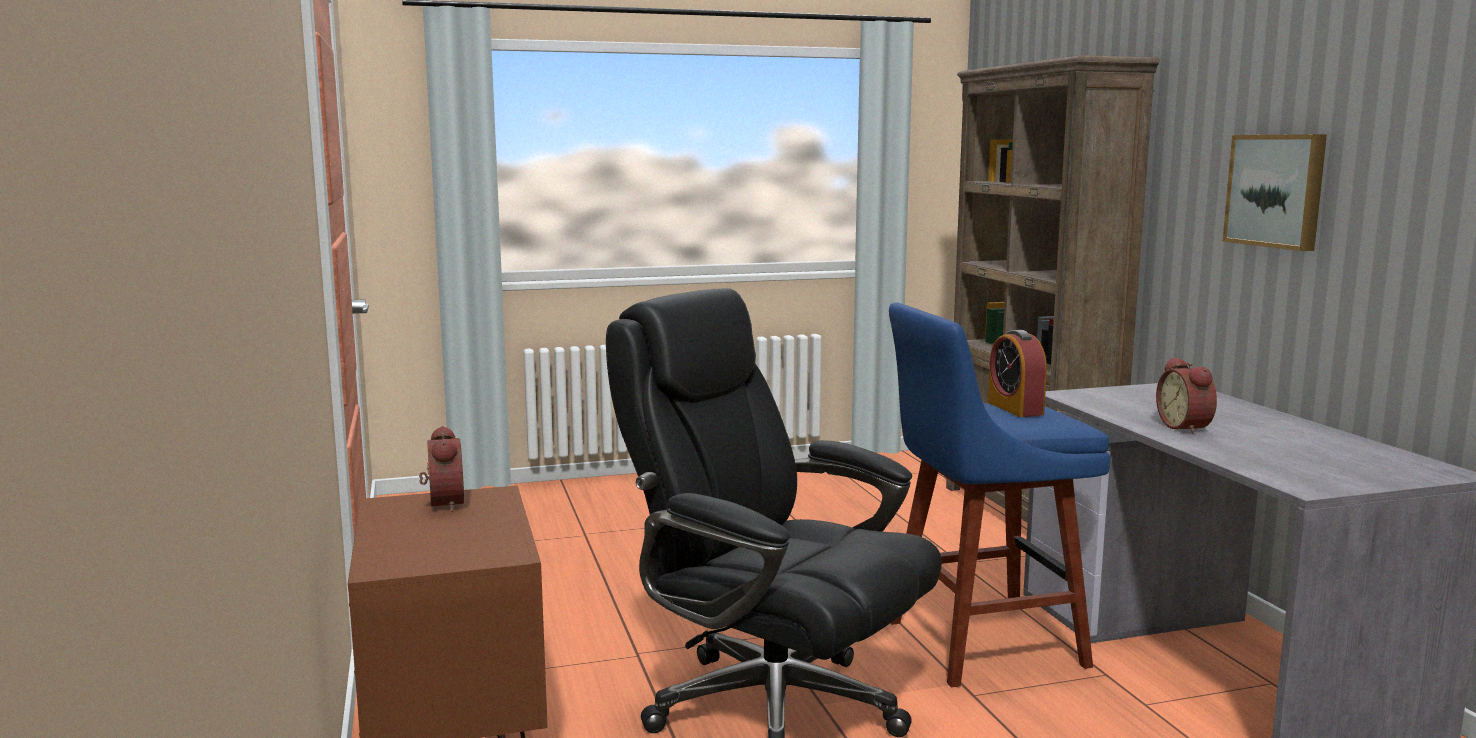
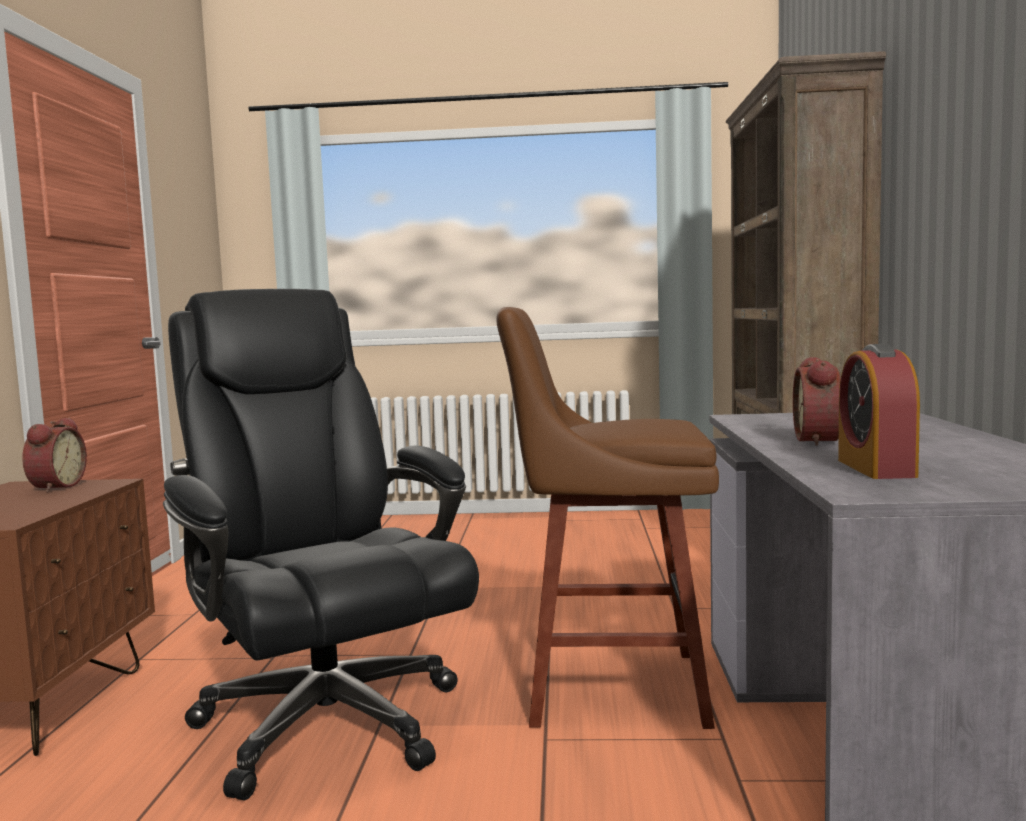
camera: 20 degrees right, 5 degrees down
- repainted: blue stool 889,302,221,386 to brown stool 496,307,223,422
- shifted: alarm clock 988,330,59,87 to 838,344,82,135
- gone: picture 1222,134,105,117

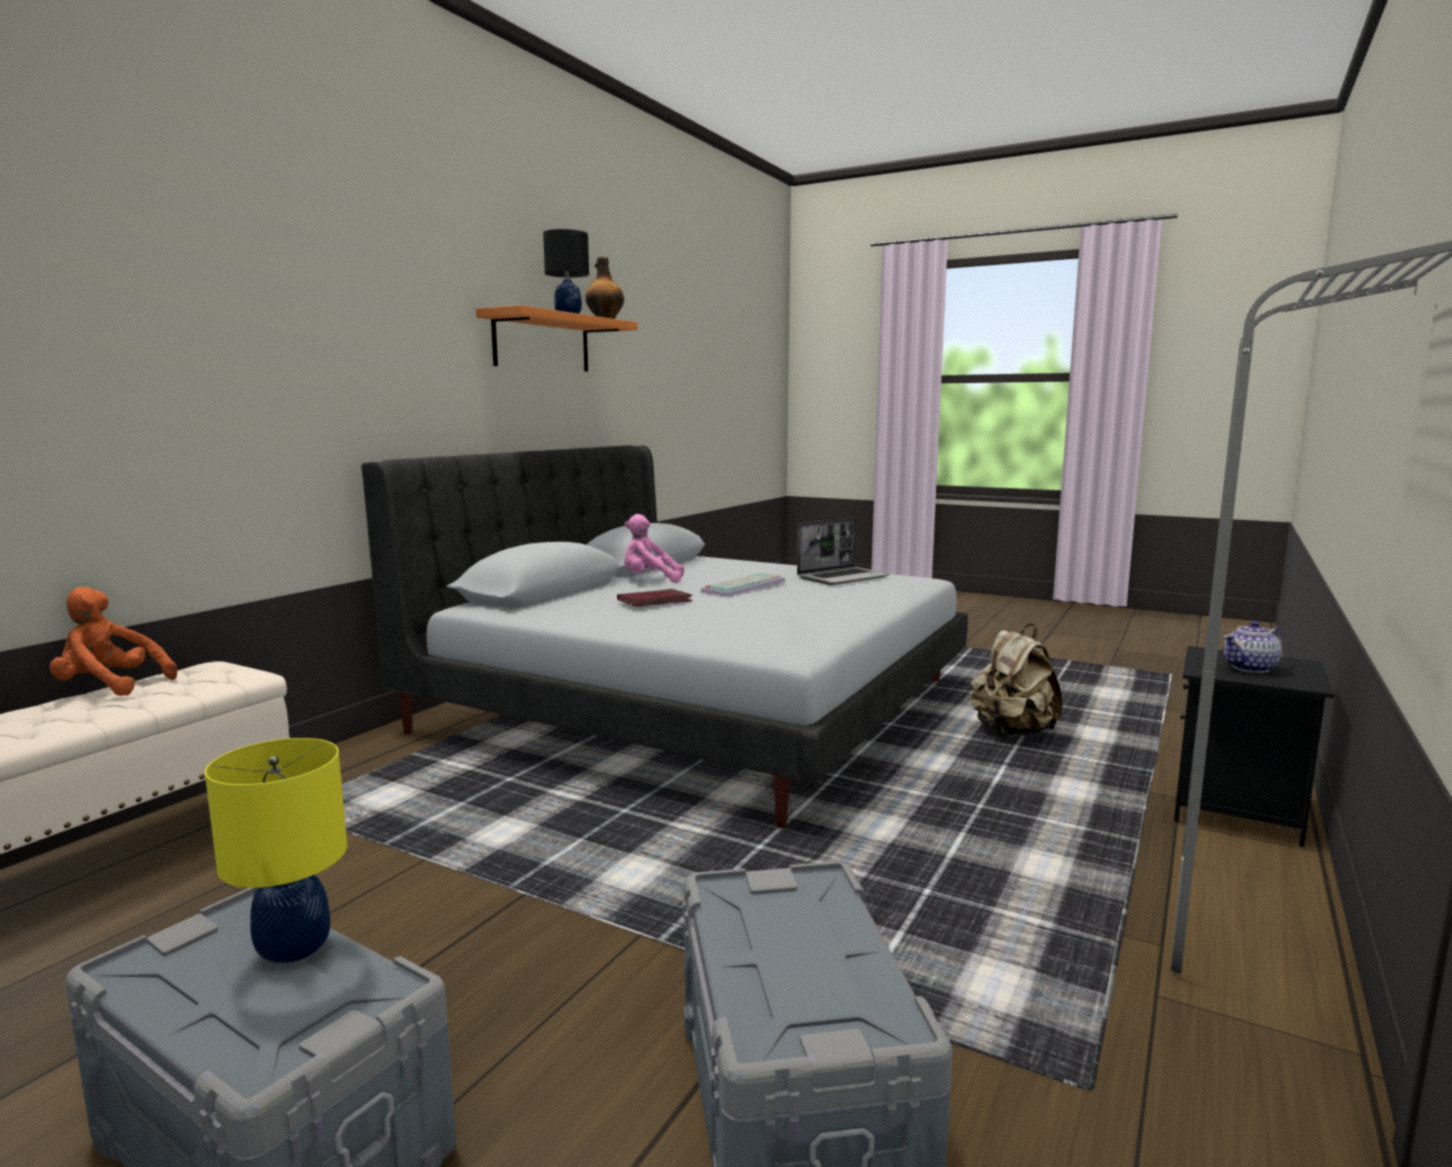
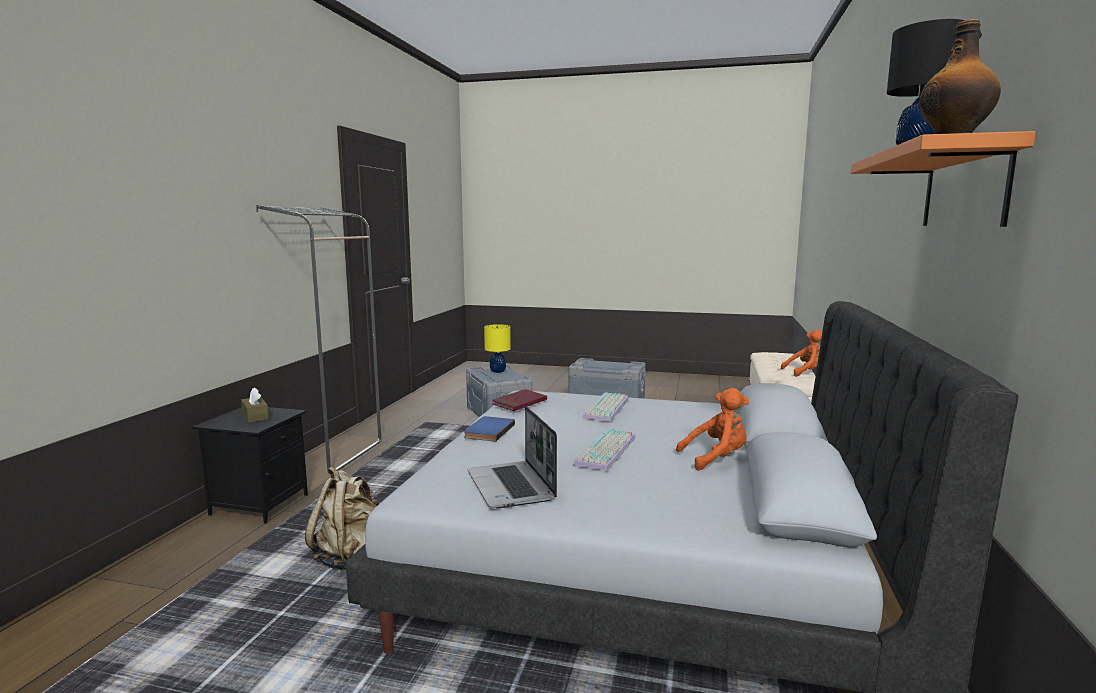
camera: 165 degrees right, 0 degrees up
- swapped: teapot 1223,621,60,52 to brown tissue box 241,387,28,36
- new: blue book 464,416,51,26
- rotated: laptop 797,518,93,67 = 468,406,89,102 60 degrees counterclockwise
- shifted: yellow table lamp 205,738,142,225 to 484,324,27,49
- shifted: red book 617,589,76,18 to 492,389,55,22
- new: keyboard 582,392,47,29
- repainted: pink plush toy 624,514,60,69 to orange plush toy 676,388,73,83

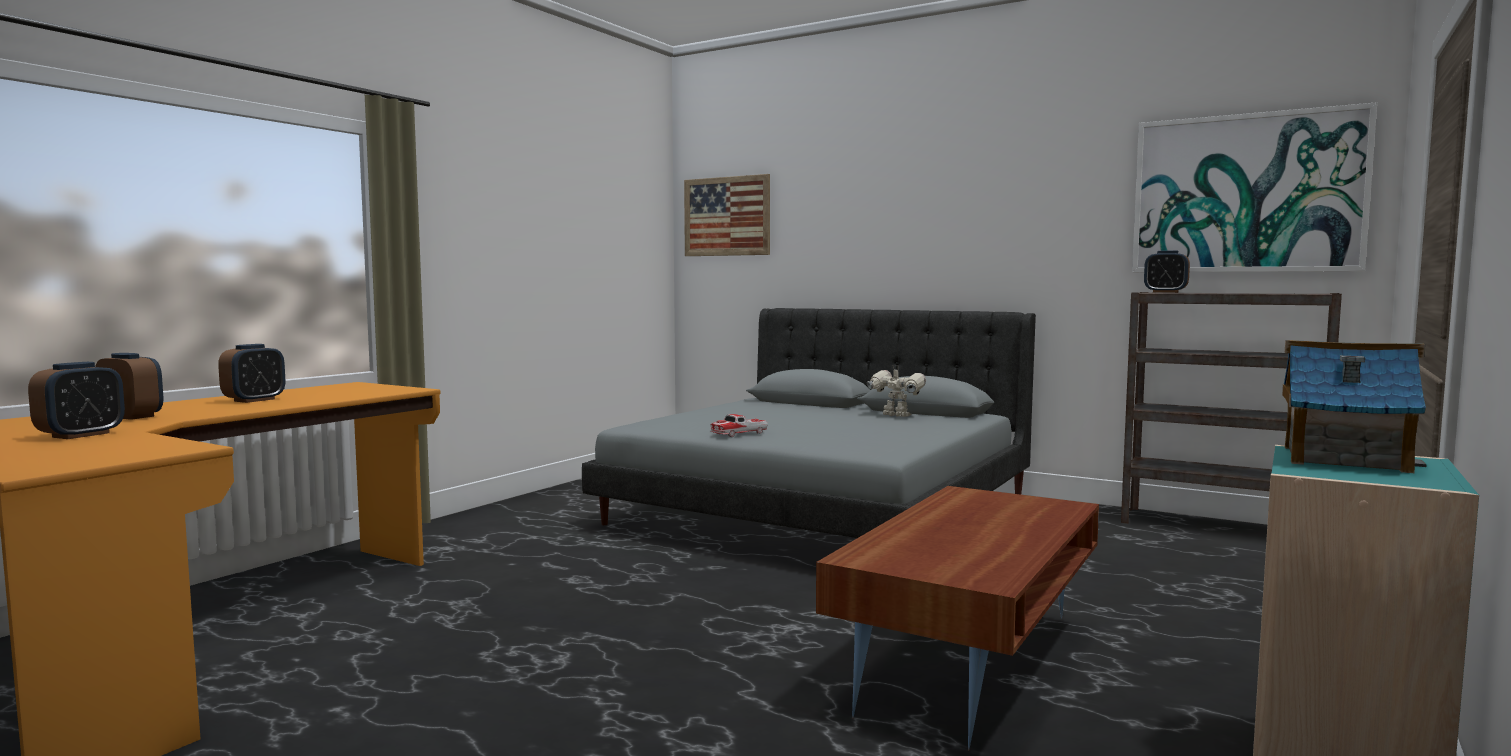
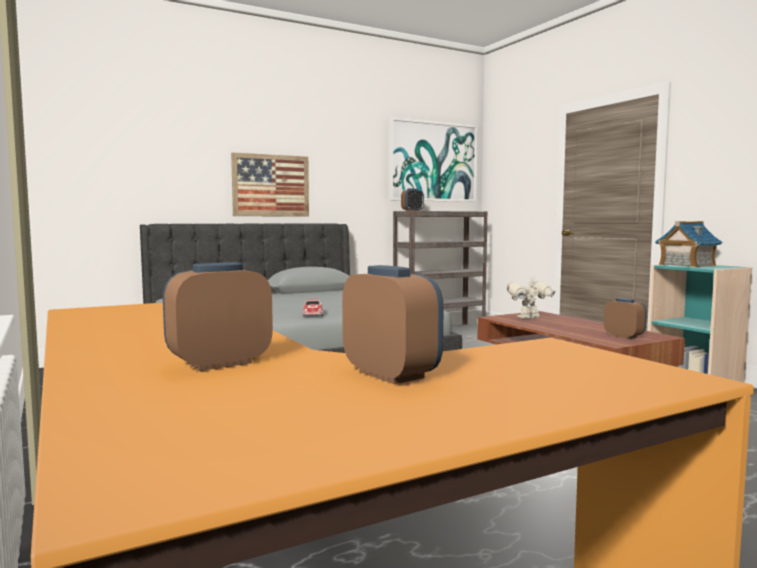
camera: 60 degrees left, 0 degrees up
- shifted: picture 684,174,86,82 to 231,152,78,65
- shifted: toy robot 867,366,59,51 to 507,276,48,43
- shifted: alarm clock 218,344,67,59 to 604,298,43,41

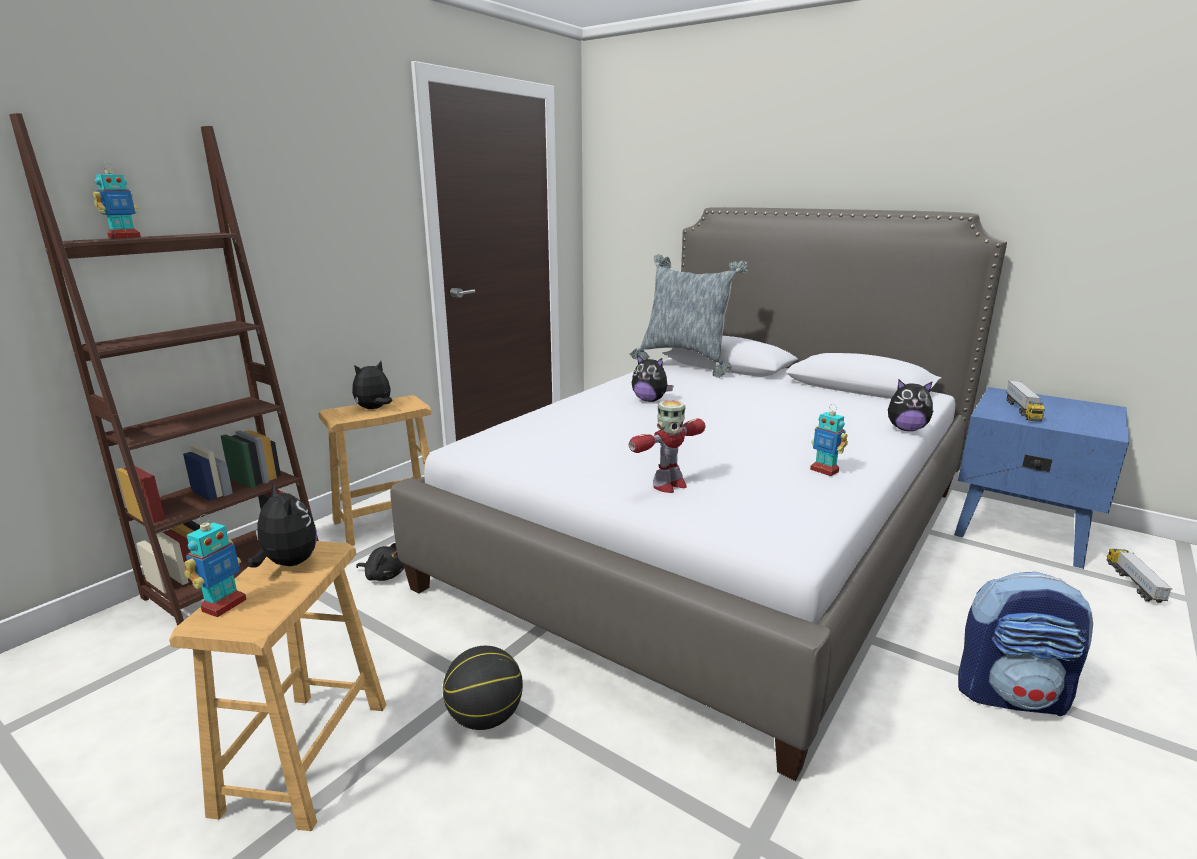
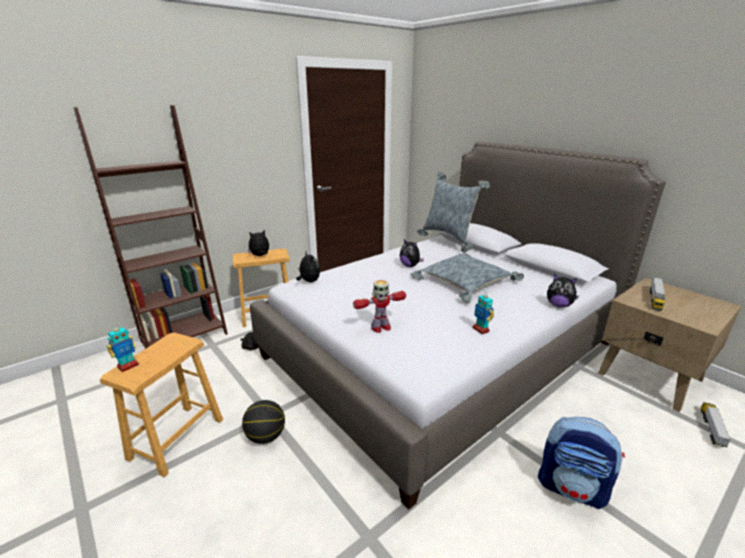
camera: 15 degrees right, 5 degrees up
- shifted: plush toy 248,483,69,85 to 296,251,24,31
- new: pillow 411,254,113,49
- repainted: blue nightstand 954,387,175,182 to beige nightstand 598,278,143,134
- gone: toy robot 93,162,48,77

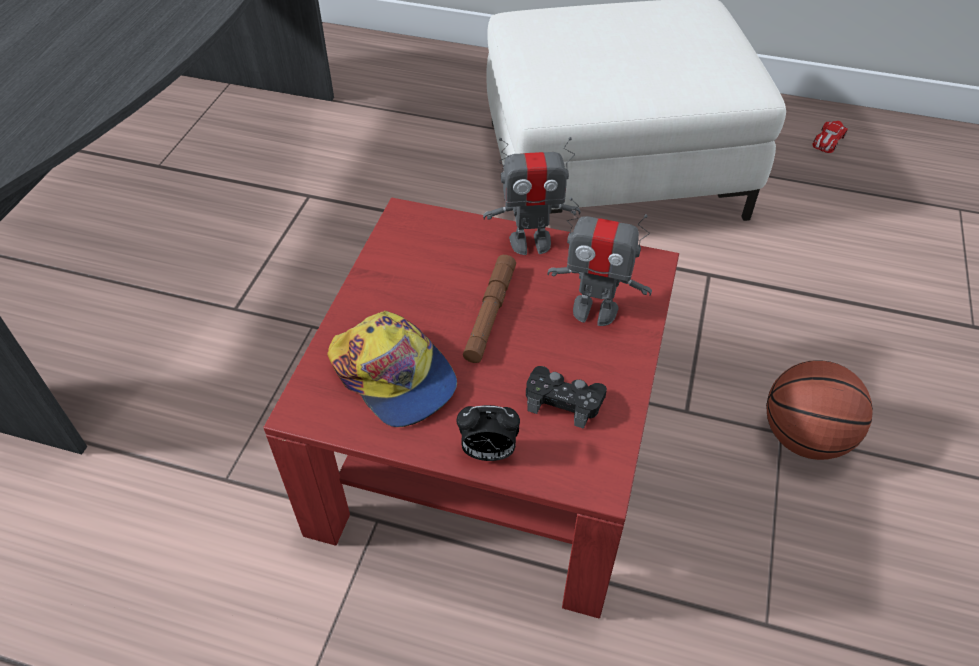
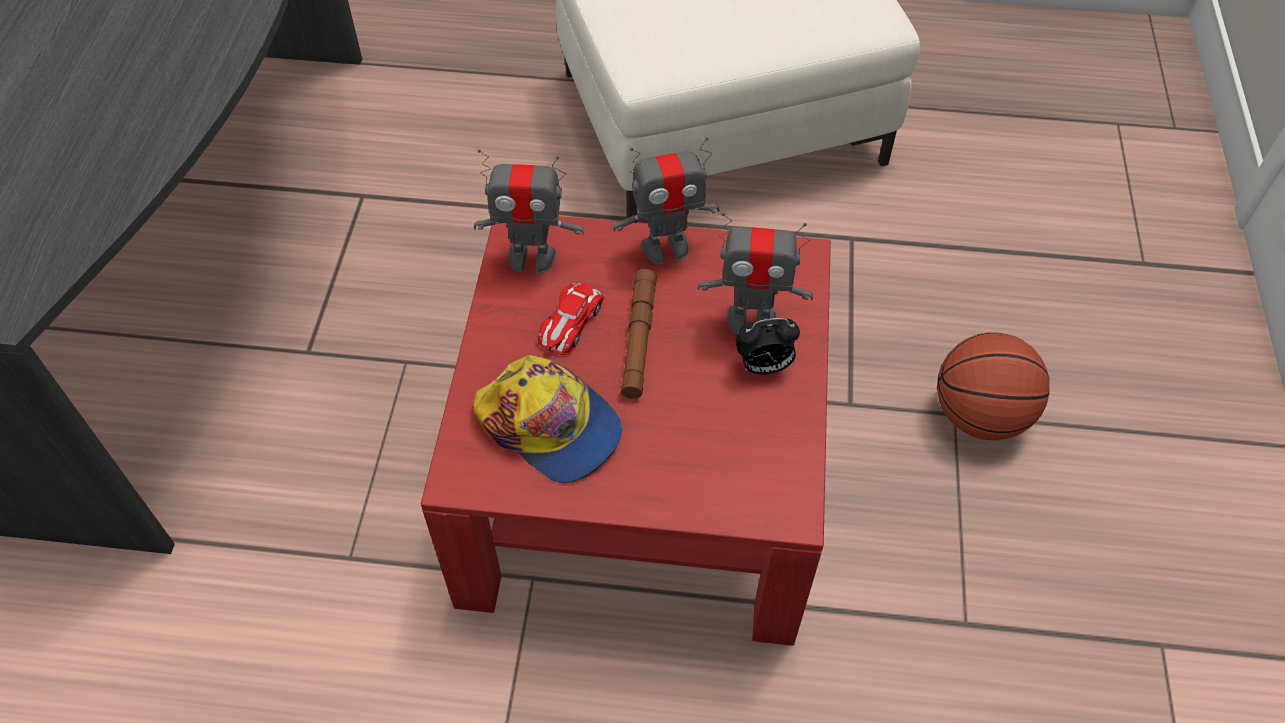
camera: 10 degrees left, 5 degrees up
- new: toy robot 474,149,110,124
- shifted: toy car 812,121,36,32 to 538,283,67,72
- shifted: alarm clock 456,405,64,56 to 736,318,64,57
- gone: black game controller 526,366,81,63

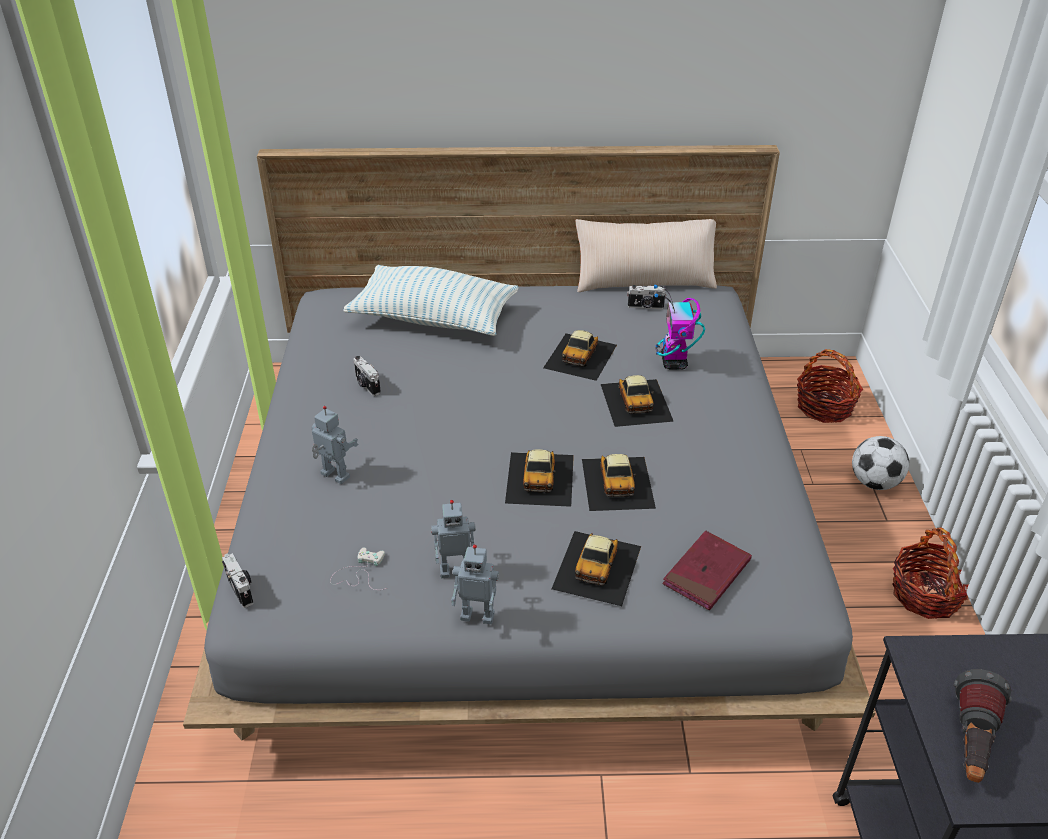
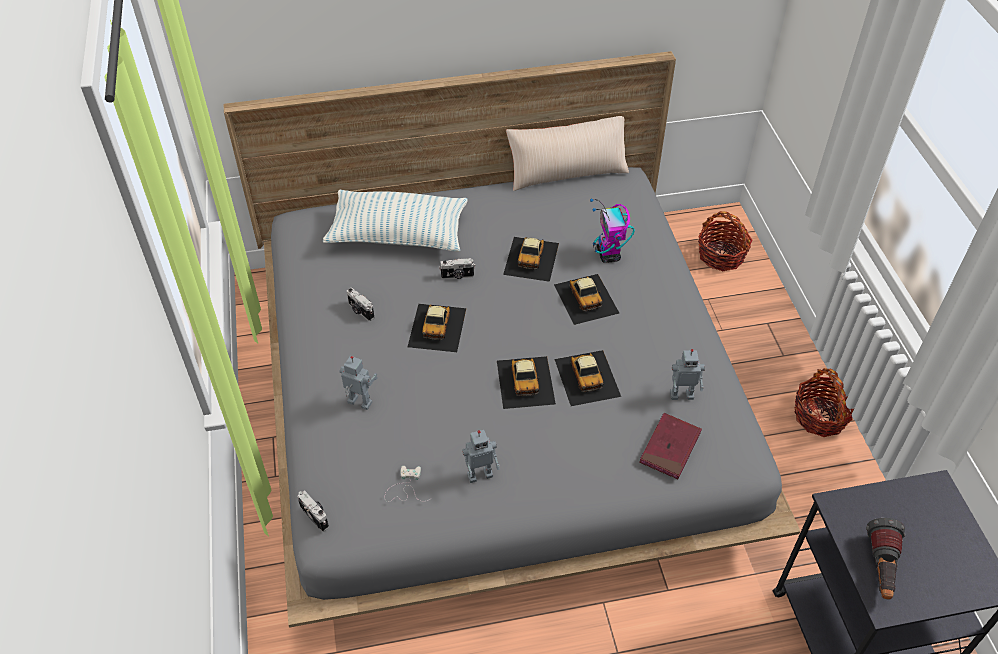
camera: 10 degrees left, 10 degrees up
- shifted: toy car 552,531,89,75 to 408,304,58,48
- shifted: photo camera 627,285,40,24 to 439,258,36,21
- shifted: toy robot 451,544,48,80 to 670,349,35,51
- gone: football 852,436,57,54

